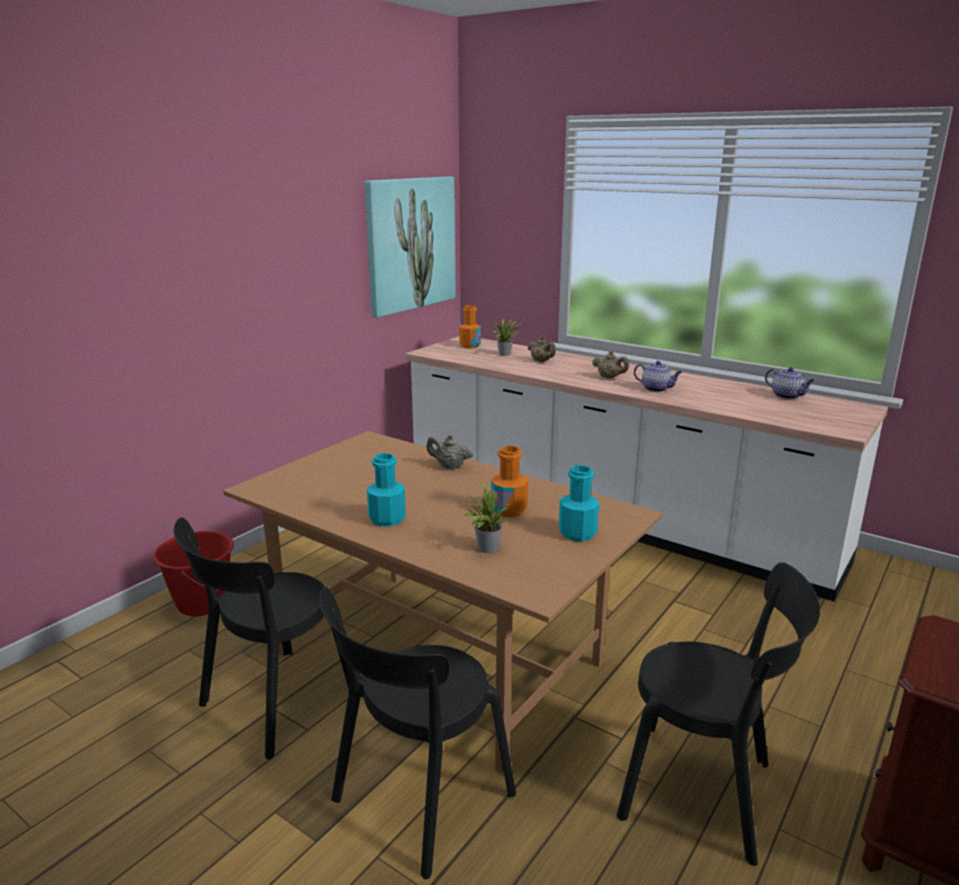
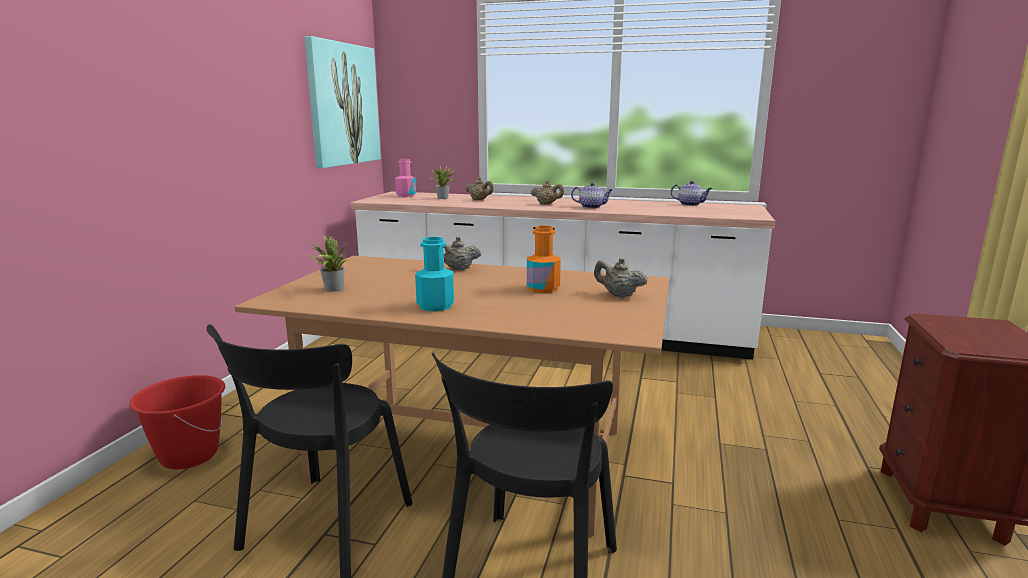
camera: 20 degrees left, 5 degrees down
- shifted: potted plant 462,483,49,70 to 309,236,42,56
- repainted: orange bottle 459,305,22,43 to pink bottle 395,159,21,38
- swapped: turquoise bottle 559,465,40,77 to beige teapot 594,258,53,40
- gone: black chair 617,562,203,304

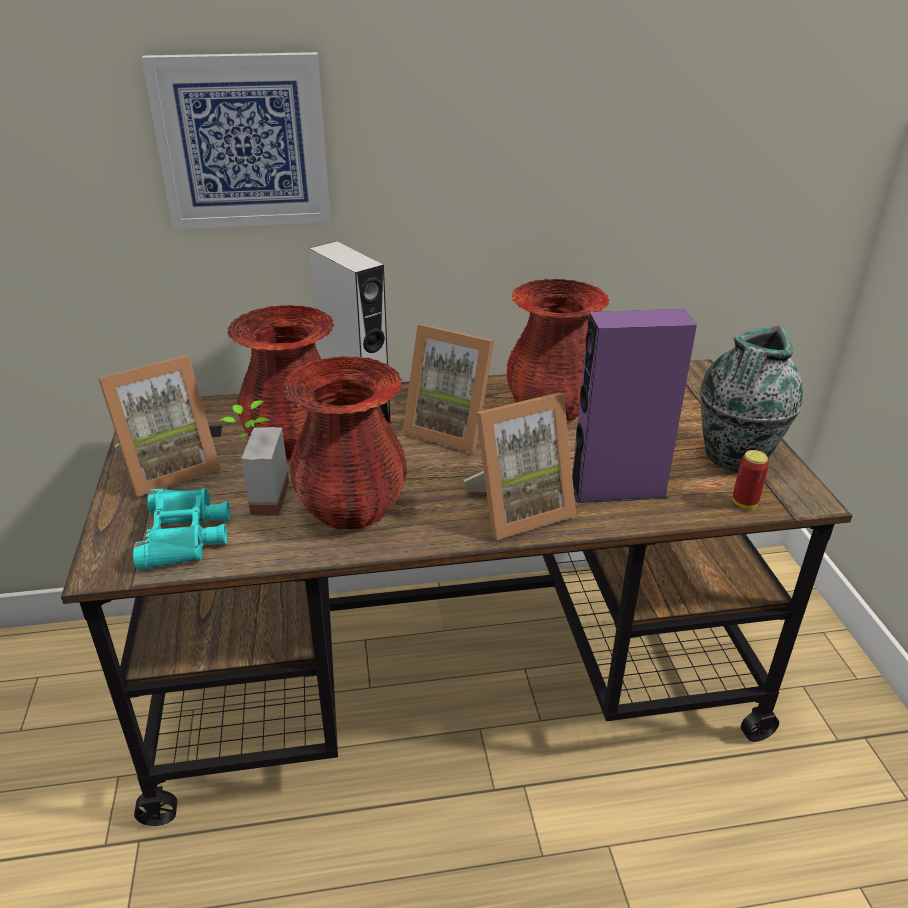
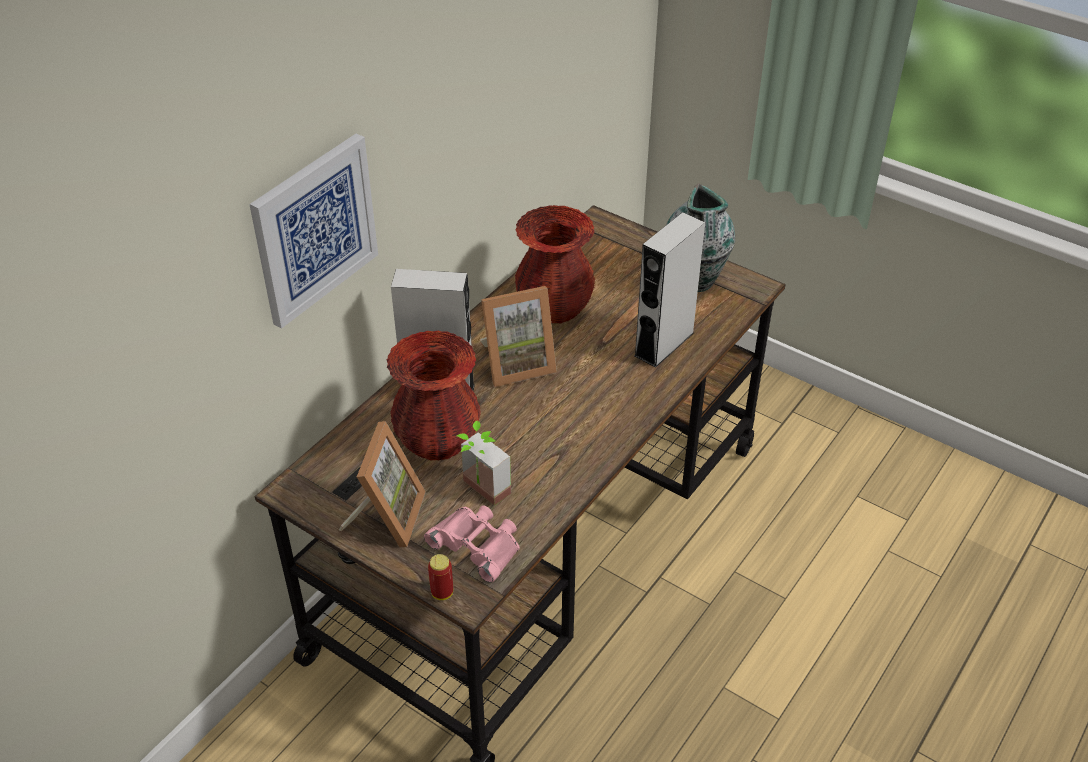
camera: 45 degrees left, 10 degrees up
- repainted: turquoise binoculars 133,489,97,80 to pink binoculars 424,505,96,78
- shifted: can 732,450,37,58 to 428,554,25,46
- repainted: purple speaker 572,309,125,194 to grey speaker 634,212,71,156
- gone: red vase 282,356,125,173
- gone: picture frame 464,392,112,148

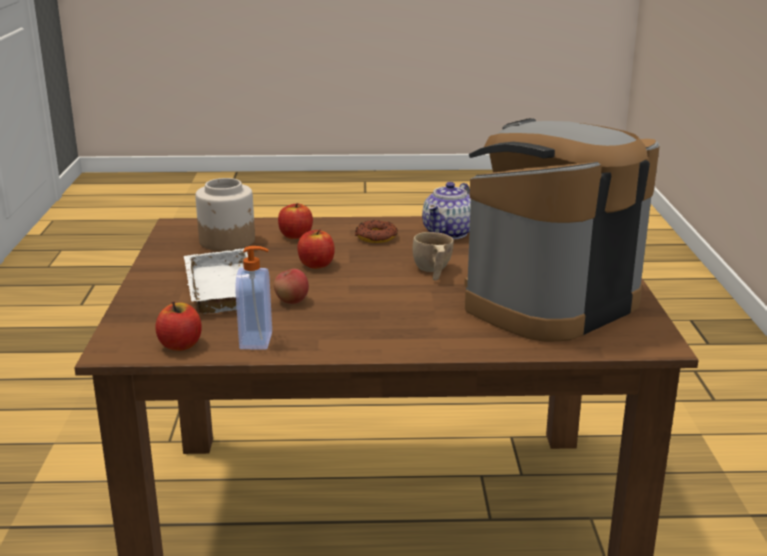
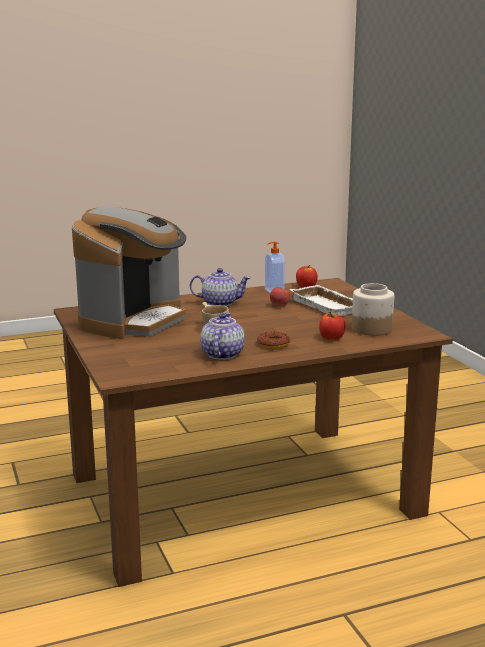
camera: 160 degrees right, 5 degrees down
- new: teapot 190,268,61,38
- gone: apple 297,230,38,39

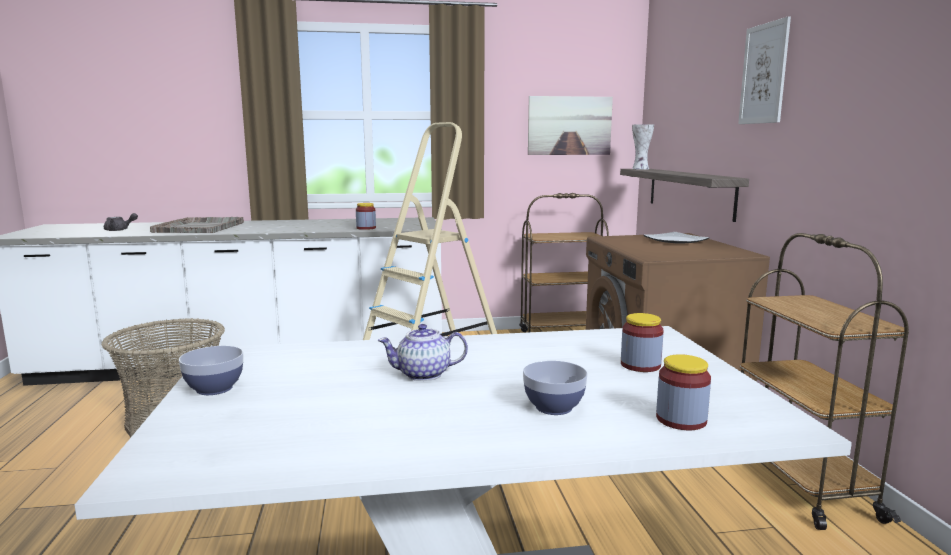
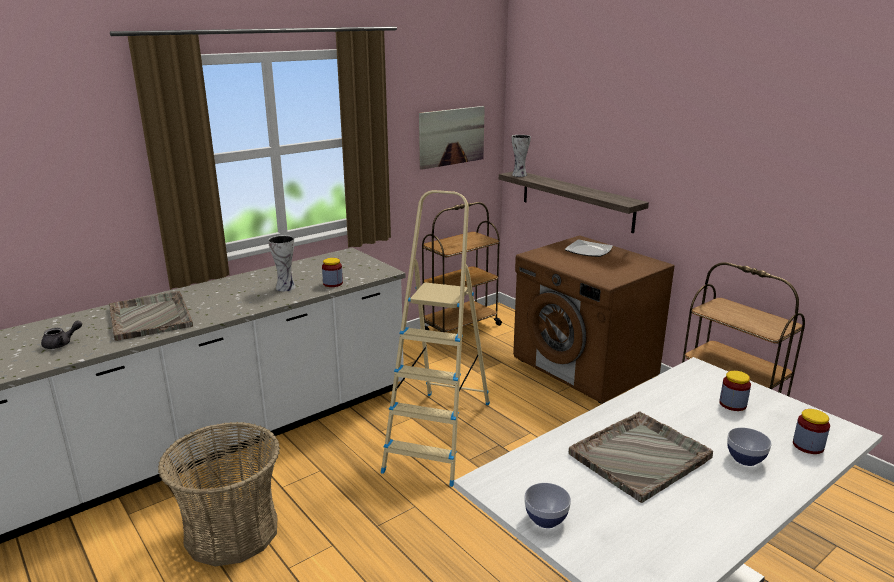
camera: 30 degrees left, 10 degrees up
- new: vase 268,235,28,56
- swapped: teapot 378,324,90,57 to grey tray 569,411,144,92
- gone: picture 738,16,53,108

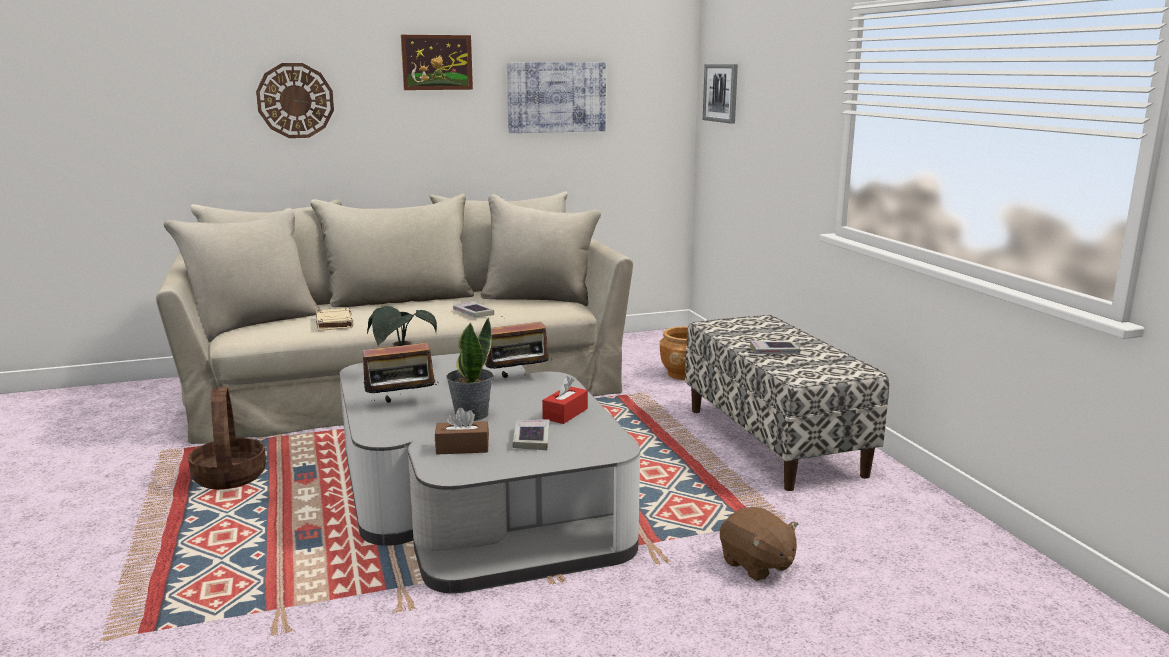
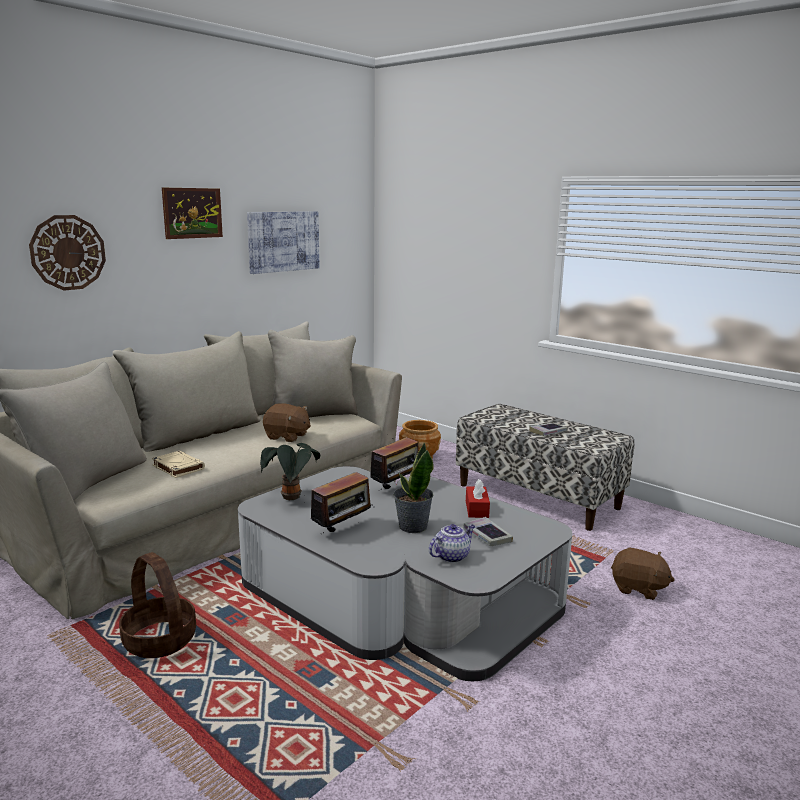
camera: 30 degrees left, 0 degrees up
- swapped: book 453,301,41,16 to brown plush toy 263,403,48,39
- swapped: brown tissue box 435,408,54,46 to teapot 429,524,46,39
- gone: picture 703,64,35,60

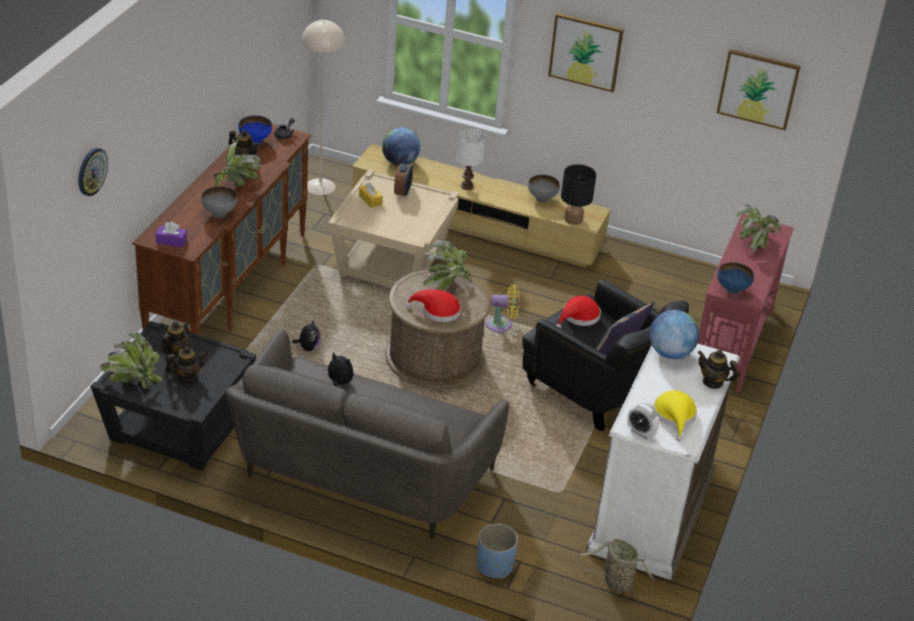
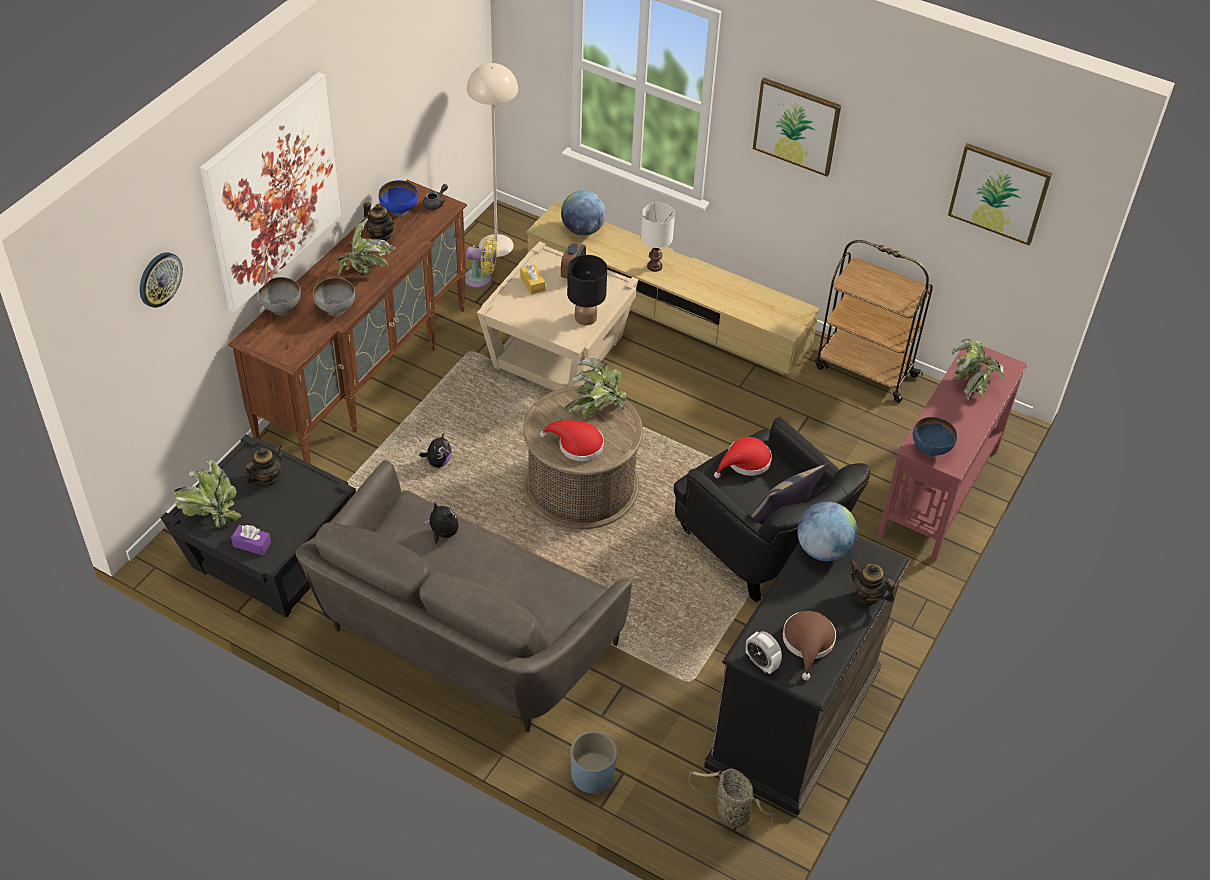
camera: 10 degrees right, 10 degrees up
- new: picture 200,72,142,240
- shifted: purple tissue box 155,221,32,27 to 231,525,40,30
- shifted: grey bowl 528,174,32,29 to 258,277,43,38
- shifted: yellow fan 486,284,33,48 to 465,237,32,51
- shifted: black table lamp 561,164,35,61 to 567,255,40,70
- repainted: white dresser 586,343,154,237 to black dresser 704,536,206,279
- repainted: yellow hat 653,390,44,52 to brown hat 783,611,53,69
- new: brown cart 815,240,118,163
- gone: teapot 165,346,42,37

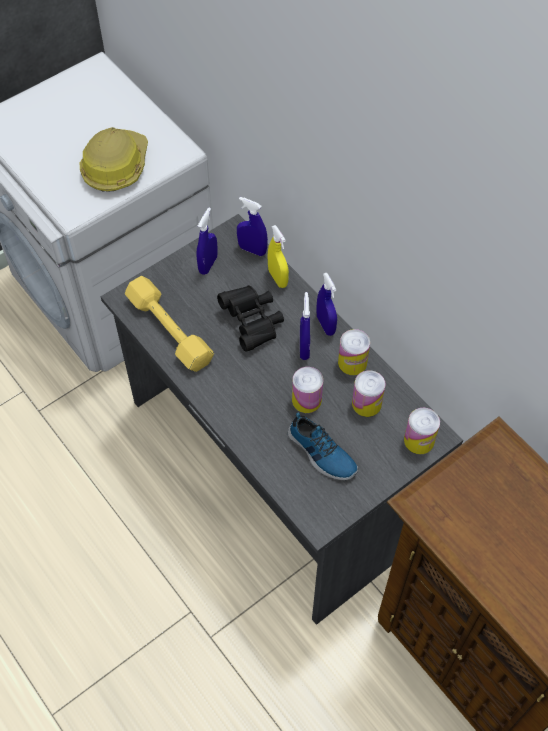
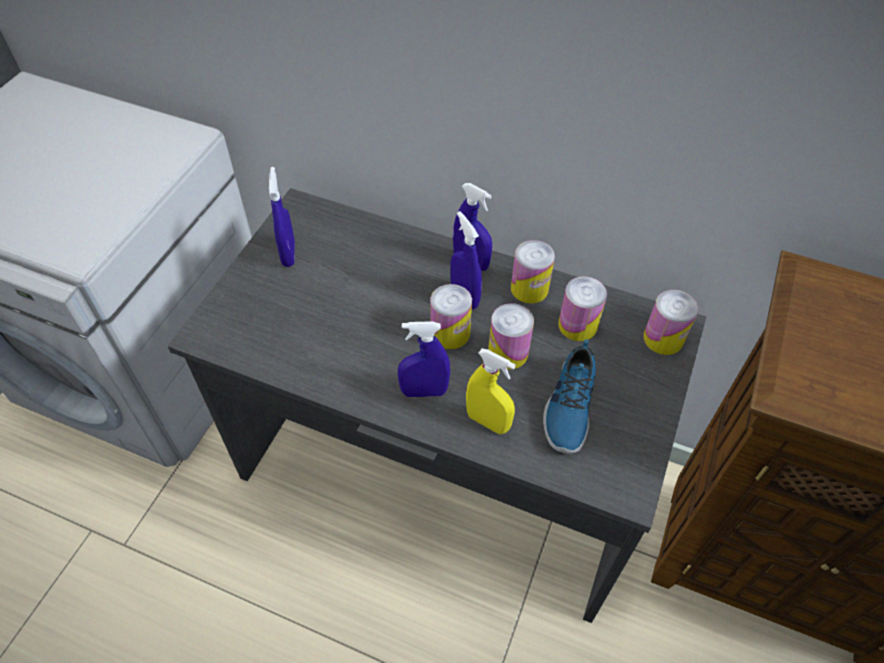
camera: 30 degrees left, 5 degrees down
- shifted: blue spray bottle 237,197,31,59 to 397,321,53,76
- new: can 430,284,42,65
- shifted: yellow spray bottle 268,225,21,63 to 466,348,50,86
- rotated: shoe 288,412,70,68 = 543,339,53,115 90 degrees clockwise
- gone: hard hat 80,127,68,65
- gone: yellow dumbbell 125,276,89,96
- gone: black binoculars 217,285,67,67

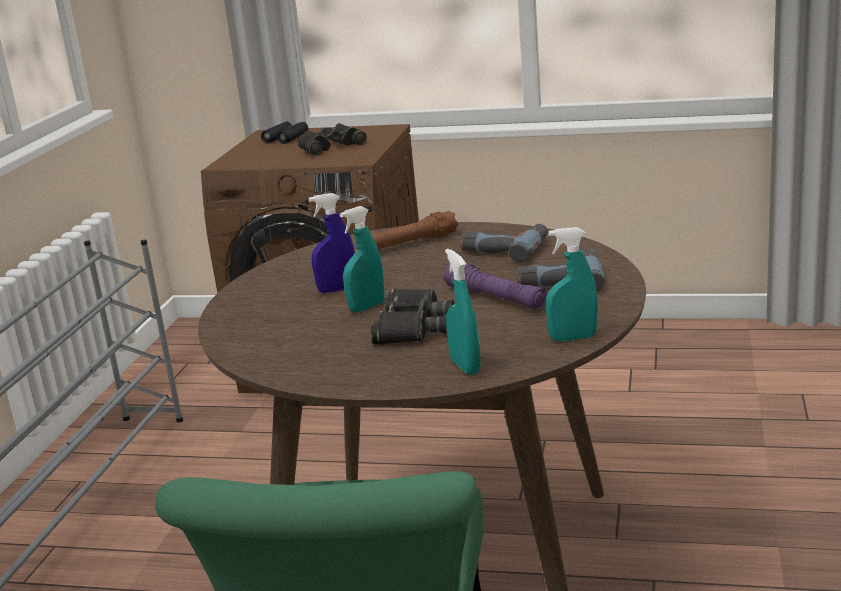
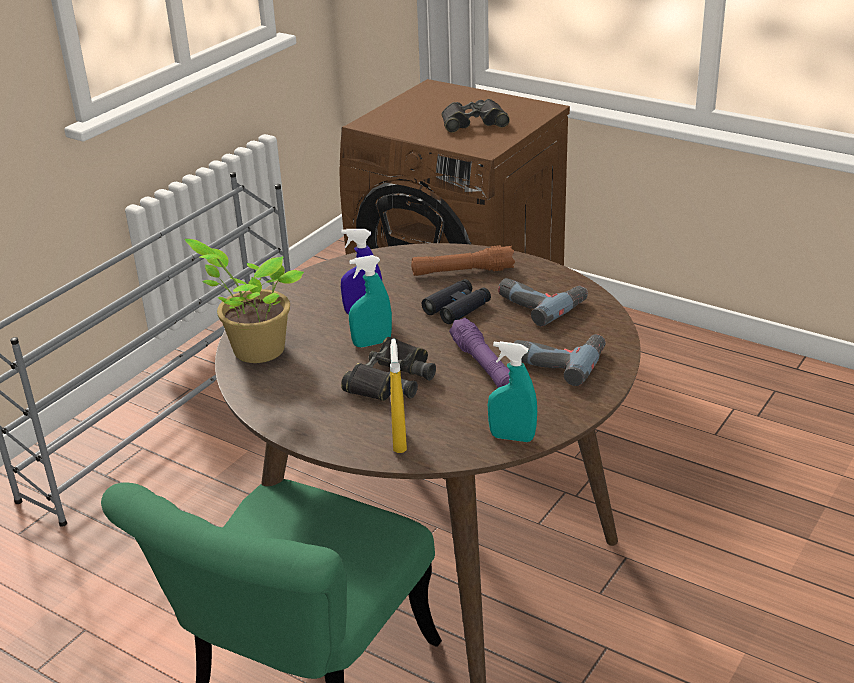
camera: 20 degrees right, 10 degrees up
- new: potted plant 185,239,119,124
- repainted: turquoise spray bottle 445,249,36,126 to yellow spray bottle 390,339,17,114
- shifted: black binoculars 261,122,47,22 to 422,279,69,45

